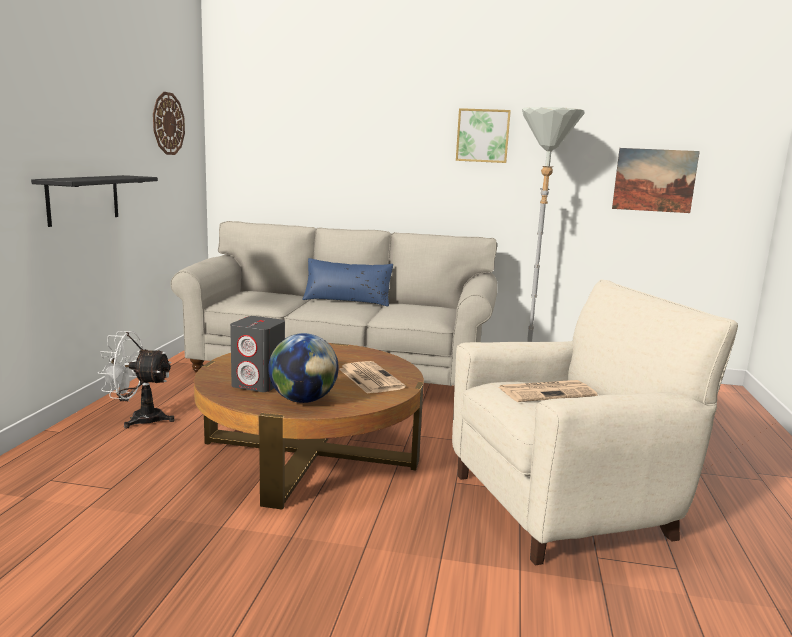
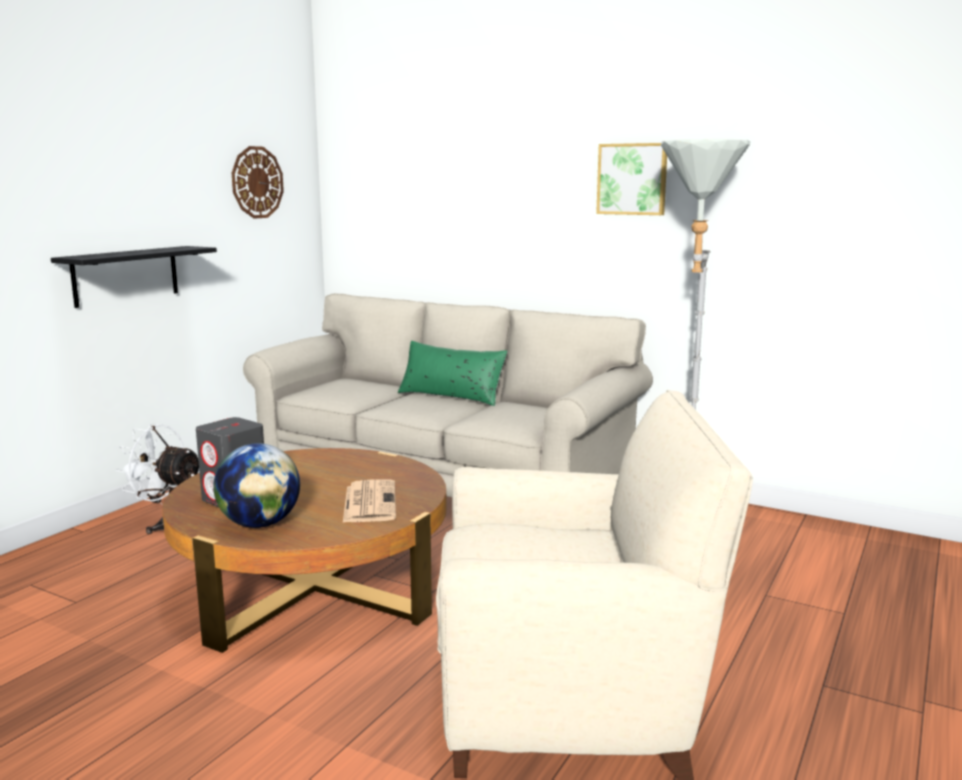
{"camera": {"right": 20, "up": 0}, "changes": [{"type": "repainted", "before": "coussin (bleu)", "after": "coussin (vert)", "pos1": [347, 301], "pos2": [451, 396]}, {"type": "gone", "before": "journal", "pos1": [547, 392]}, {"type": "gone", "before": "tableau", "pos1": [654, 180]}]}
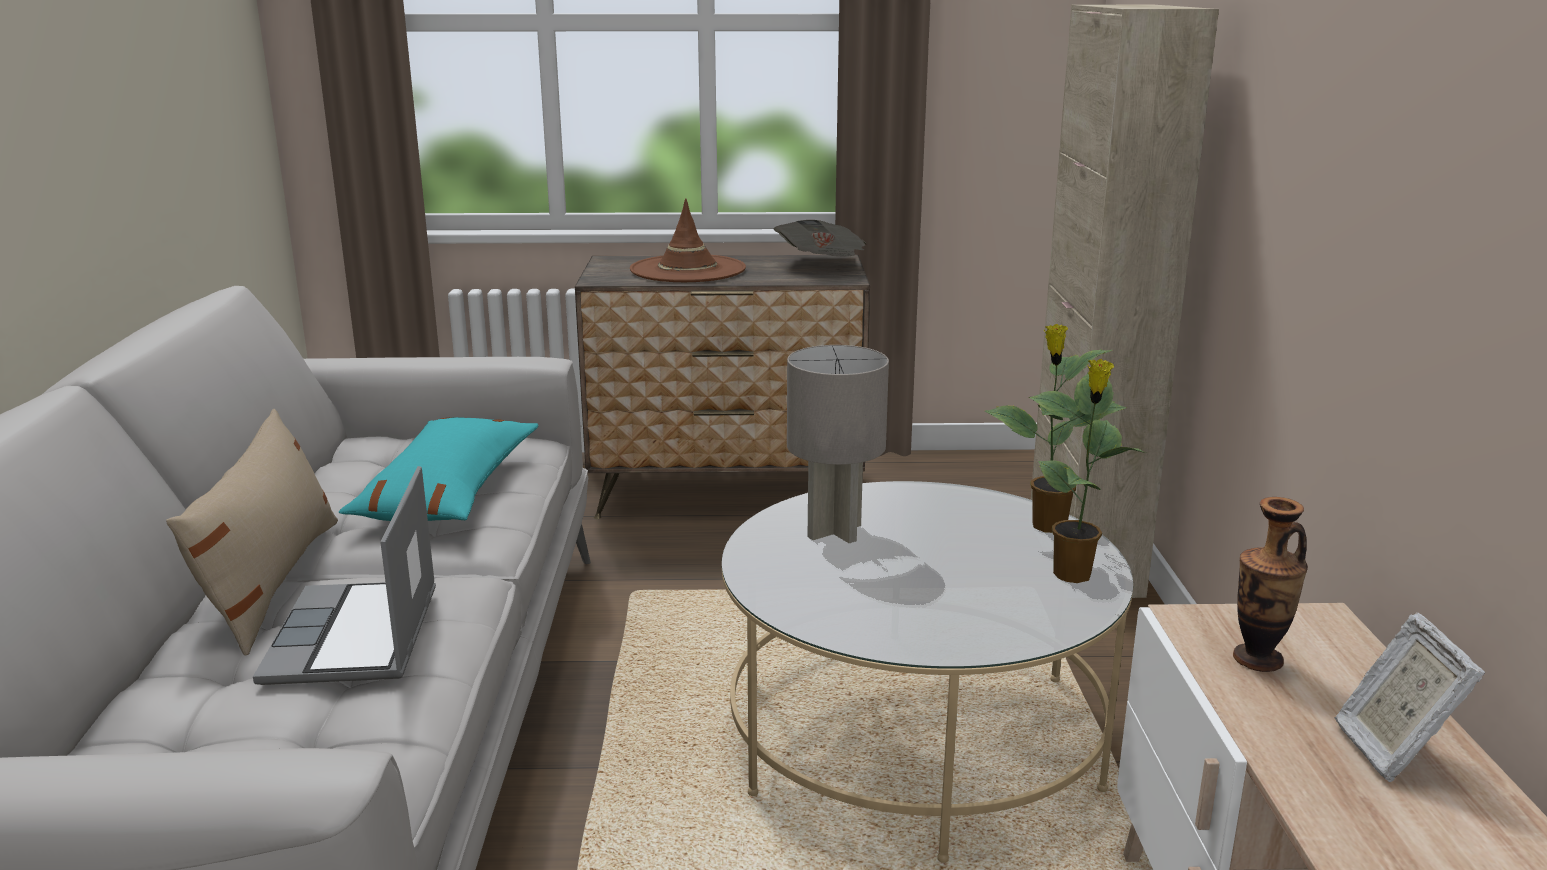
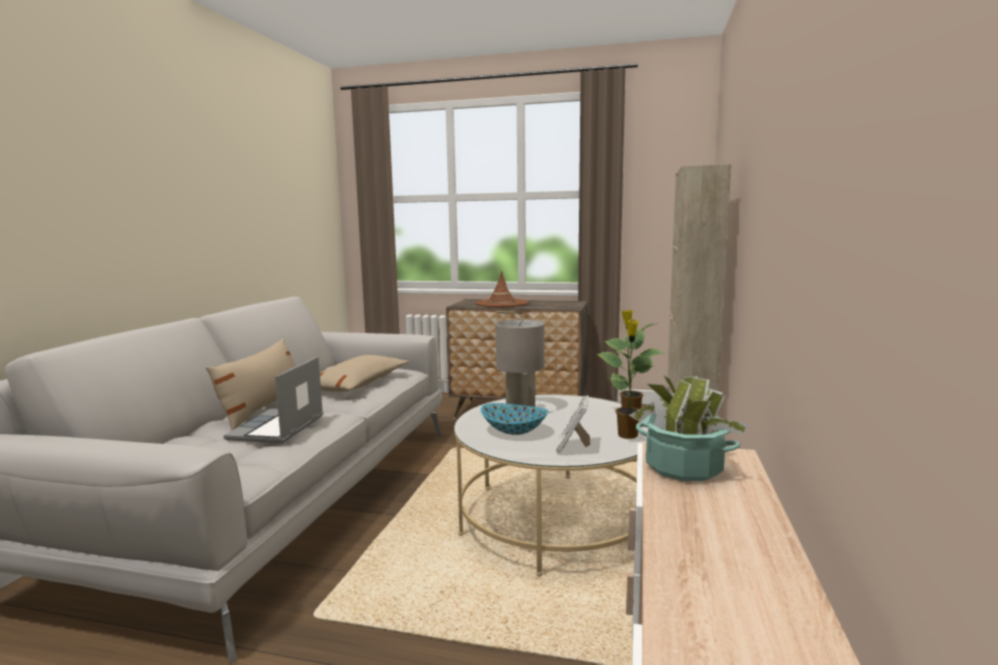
{"camera": {"right": 15, "up": -10}, "changes": [{"type": "repainted", "before": "coussin (turquoise)", "after": "coussin (beige)", "pos1": [448, 492], "pos2": [358, 384]}, {"type": "gone", "before": "journal", "pos1": [822, 265]}, {"type": "swapped", "before": "vase", "after": "plante en pot", "pos1": [1257, 659], "pos2": [684, 467]}, {"type": "shifted", "before": "cadre photo", "pos1": [1391, 750], "pos2": [573, 447]}, {"type": "new", "after": "bol", "pos2": [514, 431]}]}
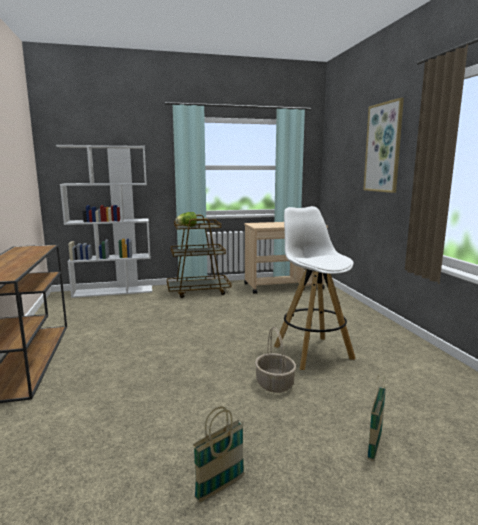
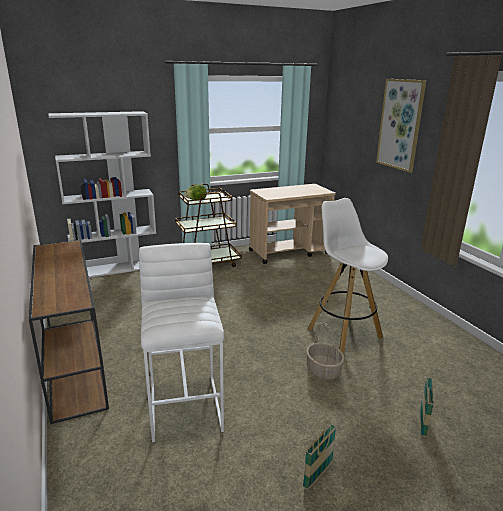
{"camera": {"right": -10, "up": 10}, "changes": [{"type": "new", "after": "tabouret (blanc)", "pos2": [186, 405]}]}
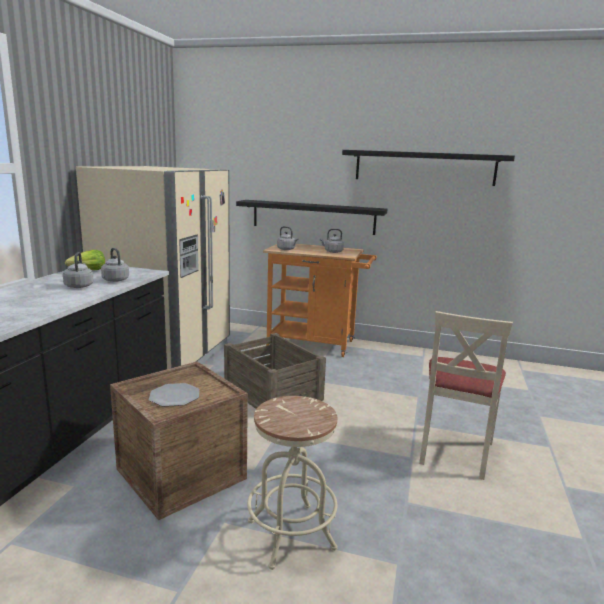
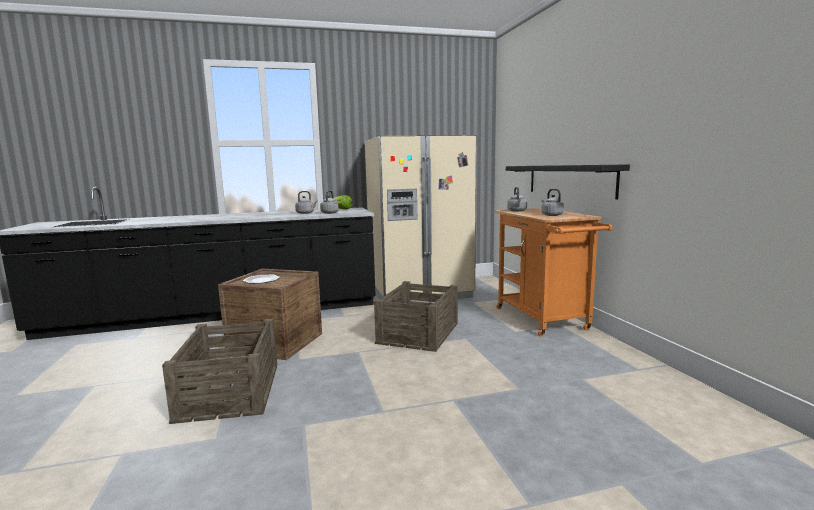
{"camera": {"right": 60, "up": -5}, "changes": [{"type": "swapped", "before": "tabouret (beige)", "after": "caisse", "pos1": [291, 535], "pos2": [231, 390]}, {"type": "gone", "before": "étagère (noir)", "pos1": [424, 167]}, {"type": "gone", "before": "chaise (beige)", "pos1": [454, 451]}]}
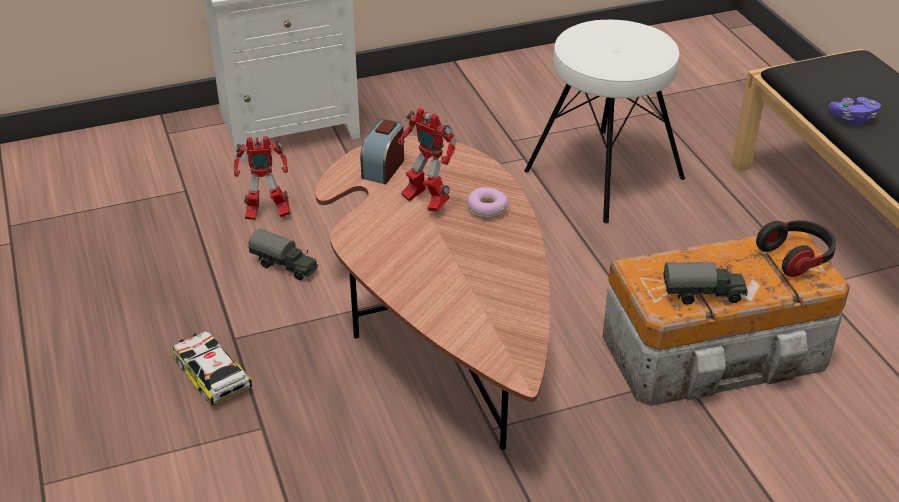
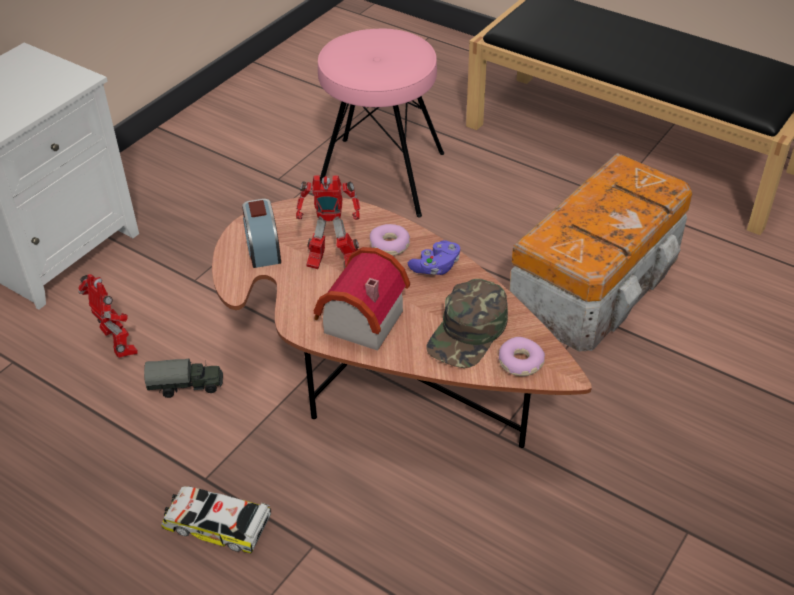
{"camera": {"right": -35, "up": 5}, "changes": [{"type": "rotated", "before": "robot jouet", "pos1": [266, 214], "pos2": [119, 346], "turn": -90}, {"type": "repainted", "before": "tabouret (blanc)", "after": "tabouret (rose)", "pos1": [603, 174], "pos2": [380, 176]}, {"type": "gone", "before": "camion jouet", "pos1": [704, 295]}, {"type": "gone", "before": "casque audio", "pos1": [796, 257]}, {"type": "shifted", "before": "manette (violet)", "pos1": [852, 118], "pos2": [435, 267]}, {"type": "new", "after": "maison miniature", "pos2": [357, 322]}, {"type": "new", "after": "casquette (vert)", "pos2": [468, 332]}, {"type": "new", "after": "beignet", "pos2": [520, 362]}]}
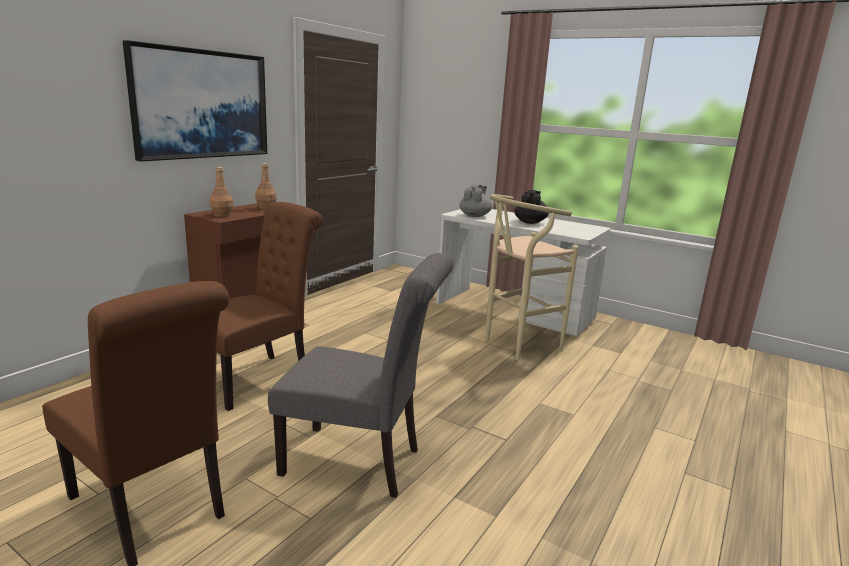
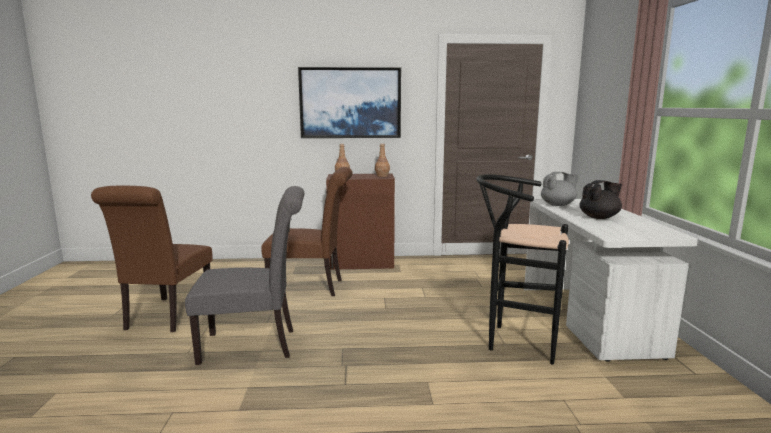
{"camera": {"right": 55, "up": -5}, "changes": [{"type": "rotated", "before": "chaise (gris)", "pos1": [360, 462], "pos2": [255, 345], "turn": -75}, {"type": "repainted", "before": "tabouret (beige)", "after": "tabouret (noir)", "pos1": [516, 346], "pos2": [515, 341]}]}
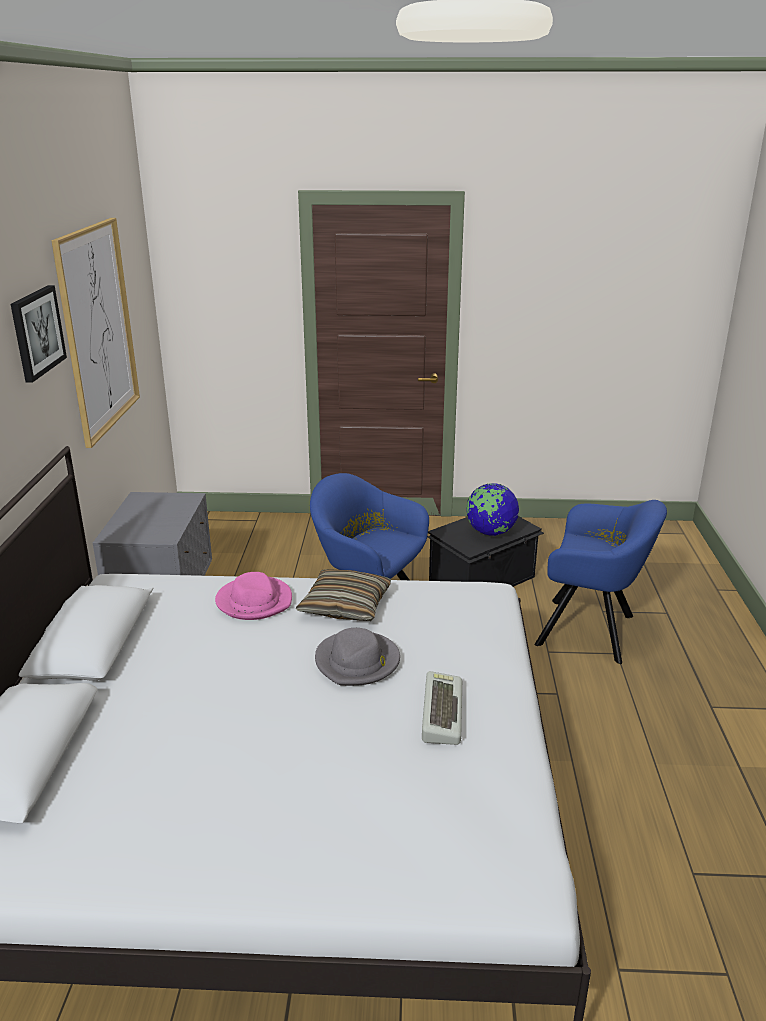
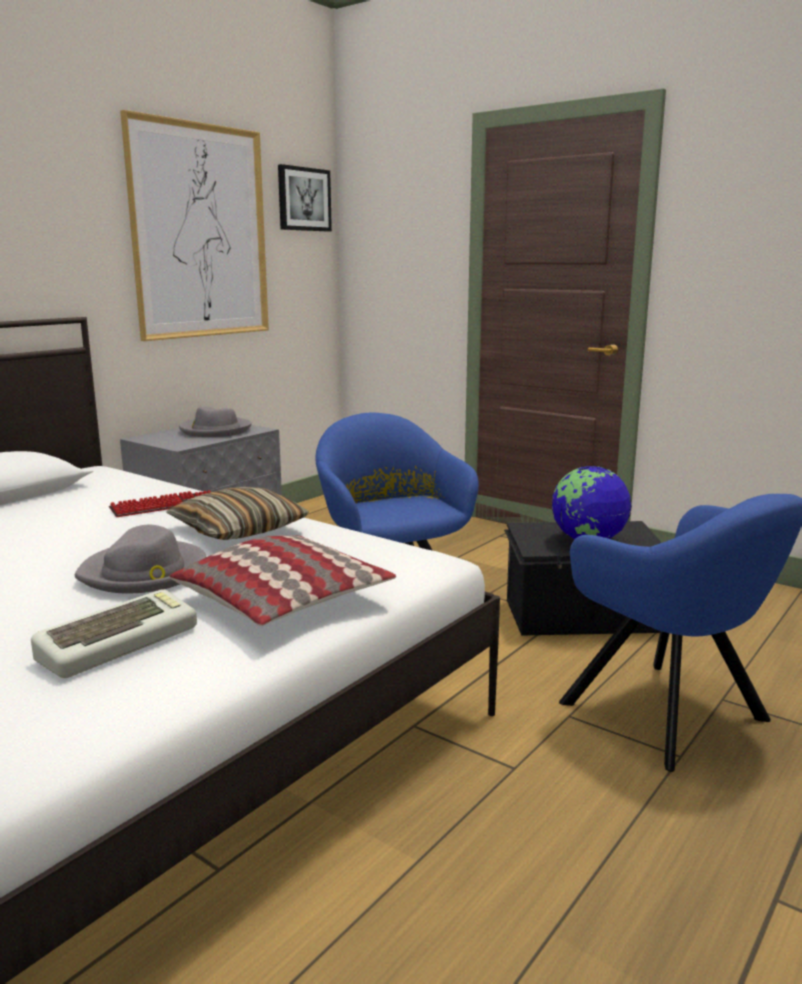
{"camera": {"right": 35, "up": -10}, "changes": [{"type": "shifted", "before": "tableau", "pos1": [37, 332], "pos2": [303, 199]}, {"type": "swapped", "before": "chapeau (rose)", "after": "clavier", "pos1": [254, 601], "pos2": [165, 506]}, {"type": "new", "after": "coussin", "pos2": [285, 601]}, {"type": "new", "after": "chapeau (gris)", "pos2": [215, 430]}]}
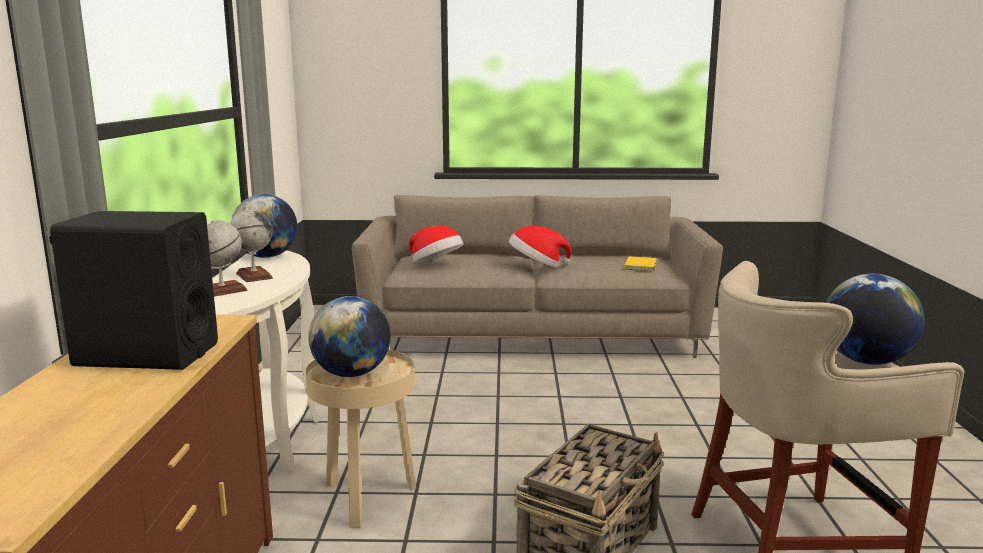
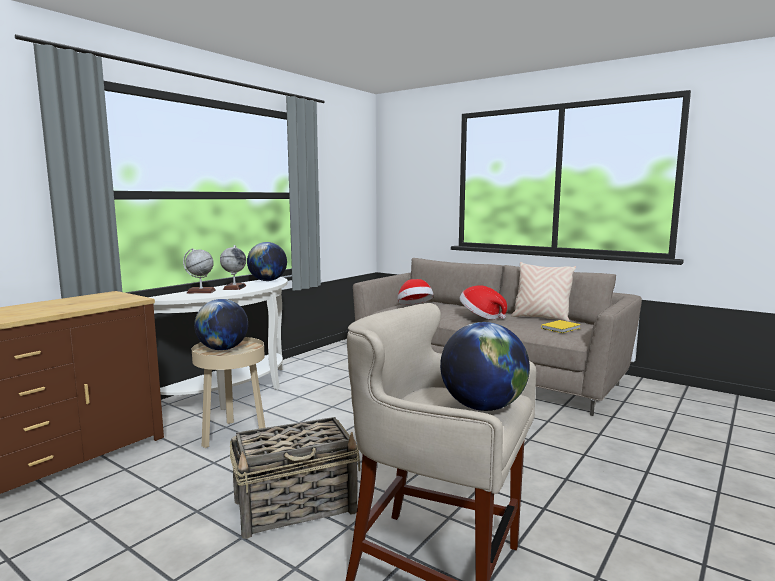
{"camera": {"right": 35, "up": -5}, "changes": [{"type": "gone", "before": "enceinte (noir)", "pos1": [146, 354]}, {"type": "new", "after": "coussin (beige)", "pos2": [541, 318]}]}
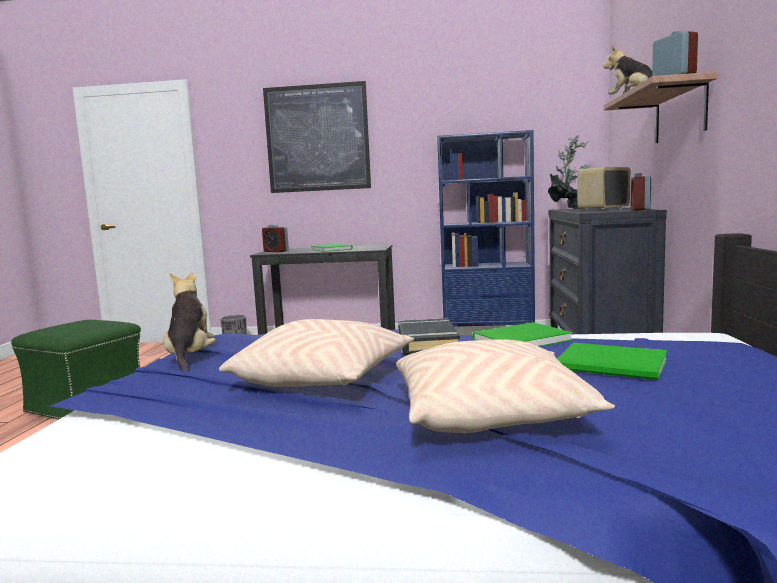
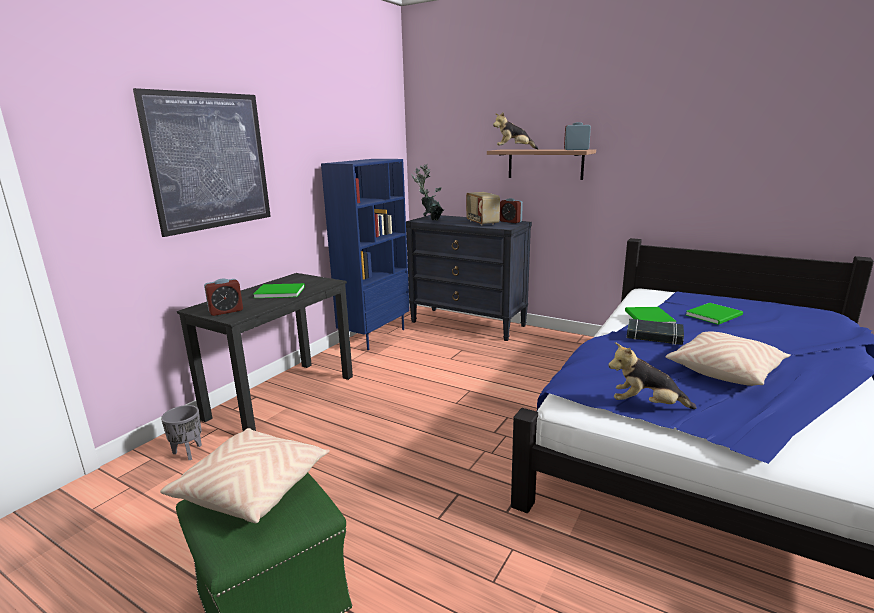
{"camera": {"right": -65, "up": 10}, "changes": [{"type": "shifted", "before": "coussin (beige)", "pos1": [491, 415], "pos2": [253, 488]}]}
